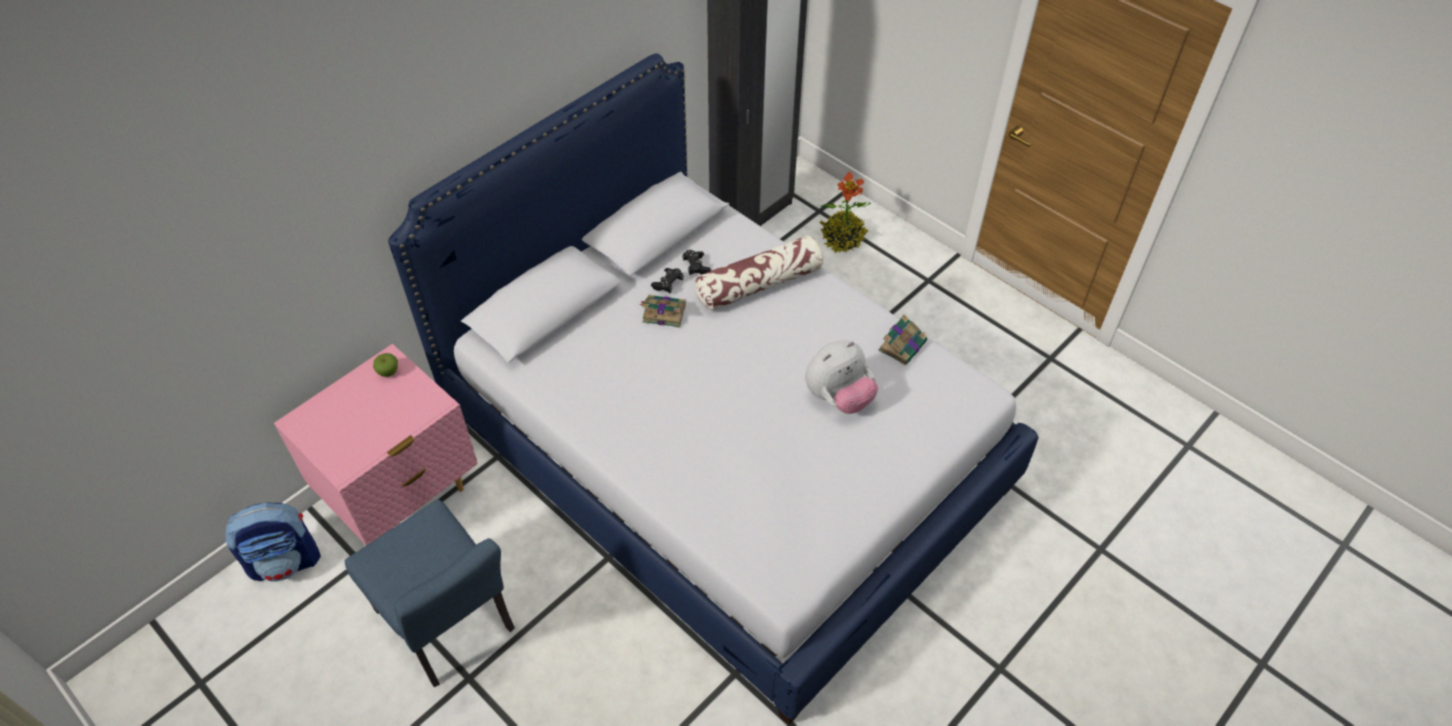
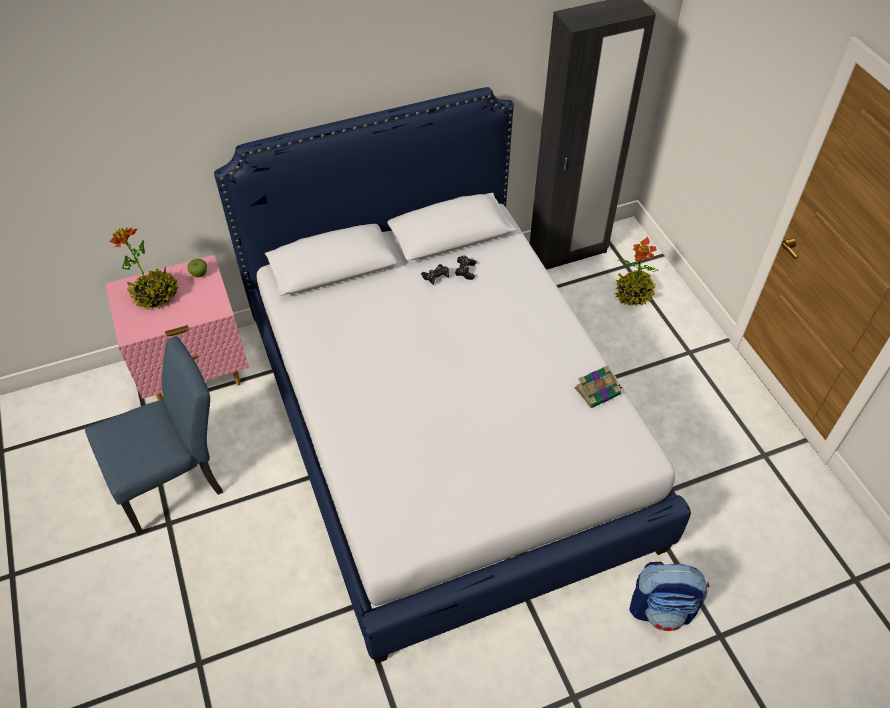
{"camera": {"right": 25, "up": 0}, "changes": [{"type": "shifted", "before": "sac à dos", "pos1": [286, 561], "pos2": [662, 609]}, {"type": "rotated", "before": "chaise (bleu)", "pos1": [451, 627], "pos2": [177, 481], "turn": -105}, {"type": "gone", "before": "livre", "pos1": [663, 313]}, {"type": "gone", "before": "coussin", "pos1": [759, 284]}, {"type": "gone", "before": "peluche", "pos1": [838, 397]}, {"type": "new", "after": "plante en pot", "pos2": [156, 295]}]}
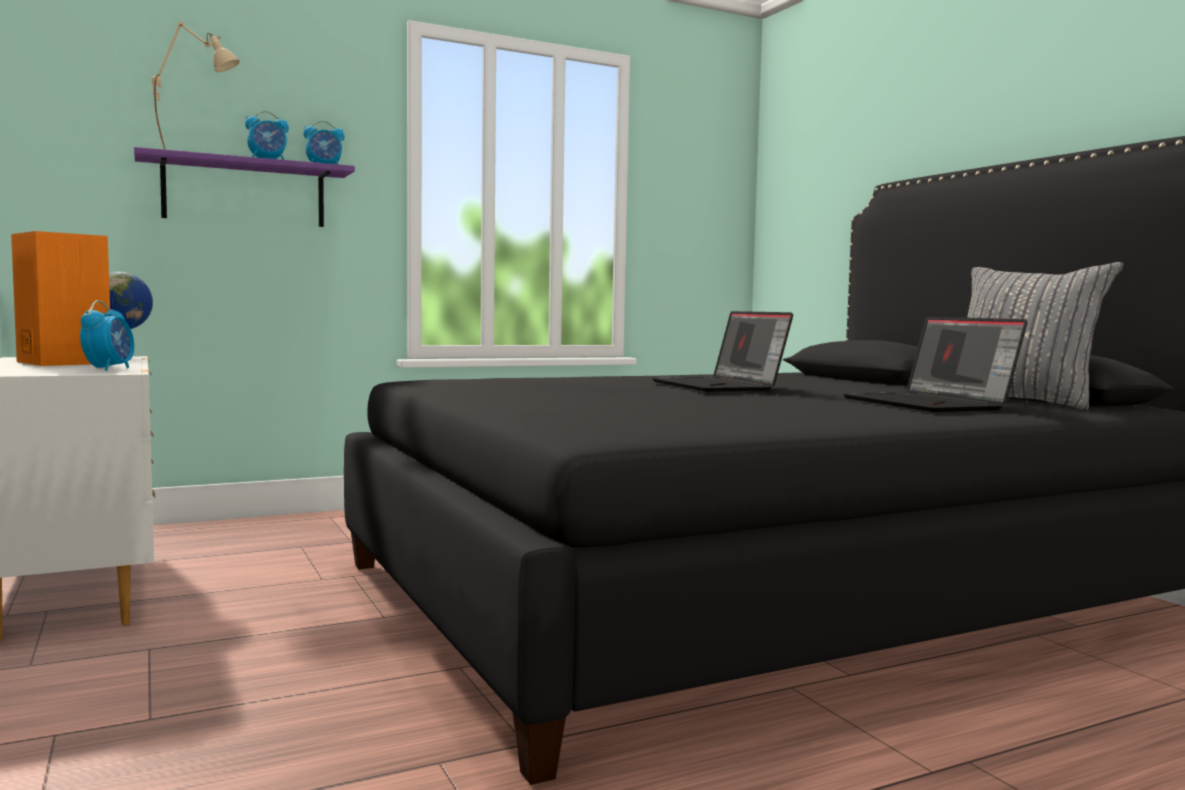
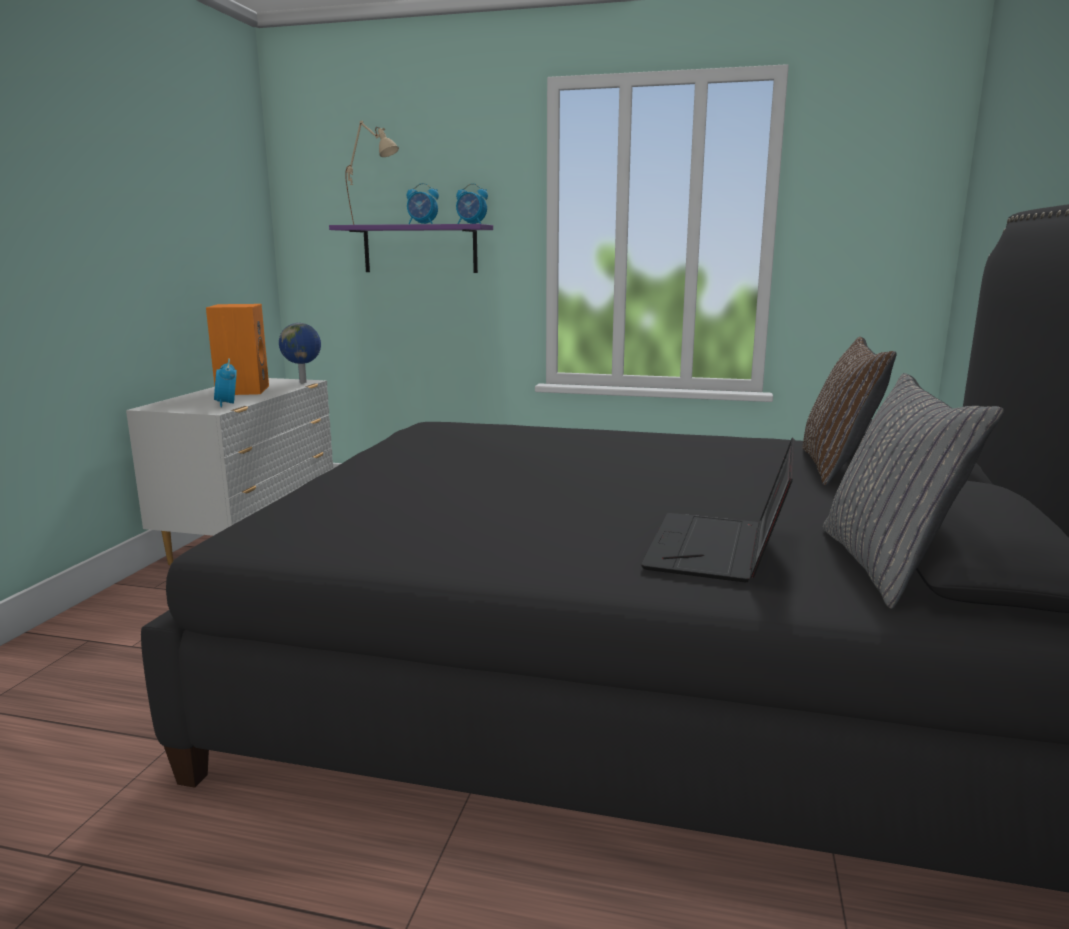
{"camera": {"right": 40, "up": 10}, "changes": [{"type": "rotated", "before": "réveil", "pos1": [109, 369], "pos2": [227, 404], "turn": 120}, {"type": "gone", "before": "ordinateur portable", "pos1": [720, 387]}, {"type": "new", "after": "coussin (marron)", "pos2": [837, 467]}]}
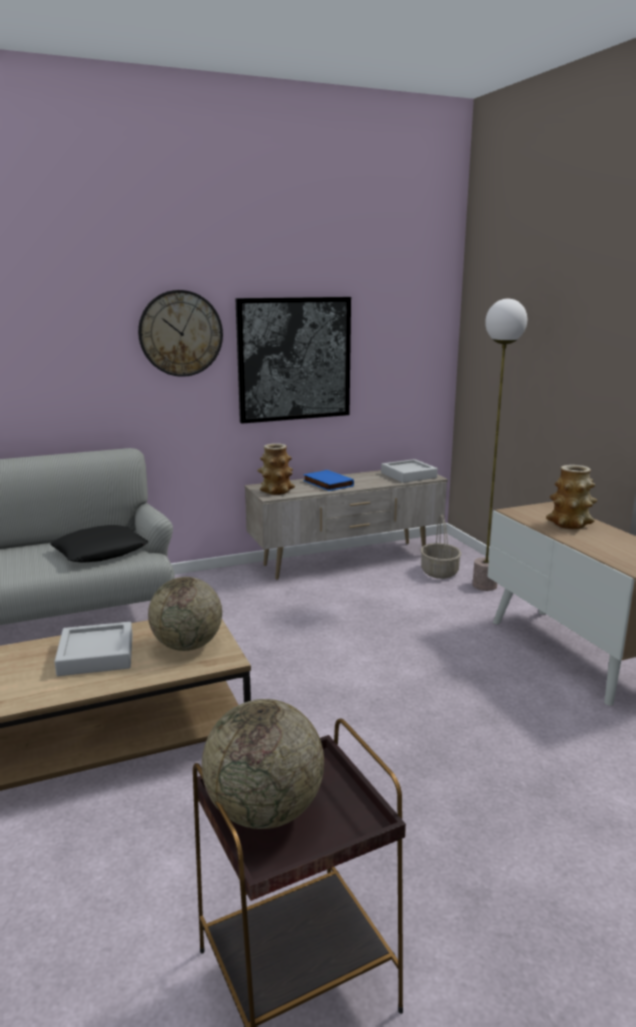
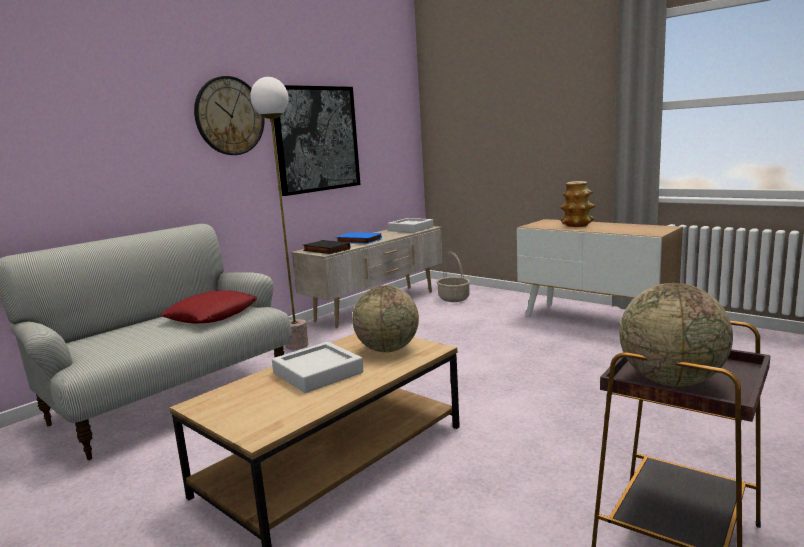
{"camera": {"right": -25, "up": -5}, "changes": [{"type": "repainted", "before": "coussin (noir)", "after": "coussin (rouge)", "pos1": [100, 552], "pos2": [212, 315]}, {"type": "swapped", "before": "vase", "after": "livre (noir)", "pos1": [276, 491], "pos2": [325, 250]}, {"type": "shifted", "before": "lampadaire", "pos1": [484, 586], "pos2": [297, 345]}]}
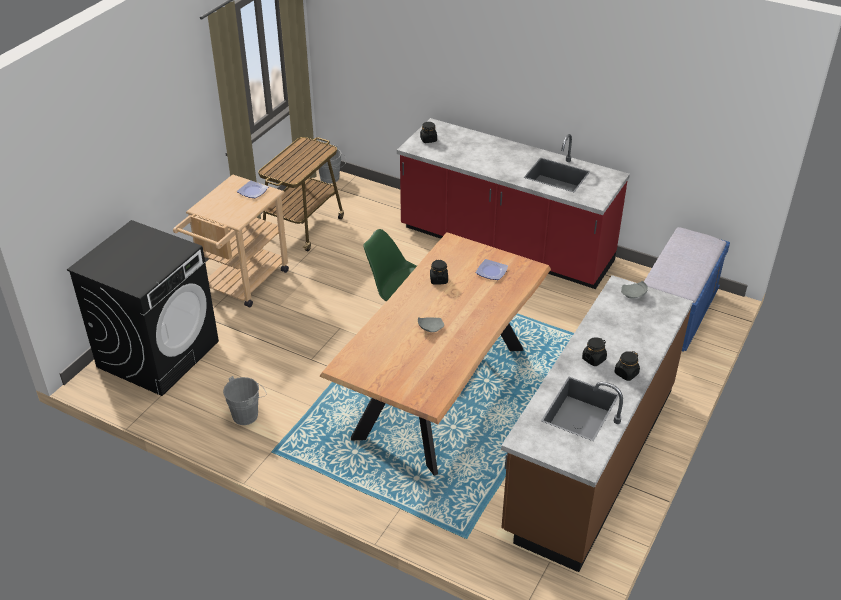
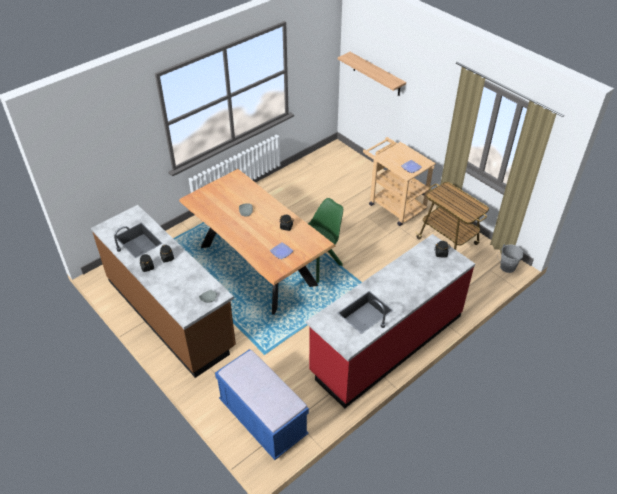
{"camera": {"right": 110, "up": 5}, "changes": [{"type": "gone", "before": "lave-linge (noir)", "pos1": [158, 353]}, {"type": "gone", "before": "seau (gris)", "pos1": [248, 414]}, {"type": "new", "after": "étagère", "pos2": [376, 74]}]}
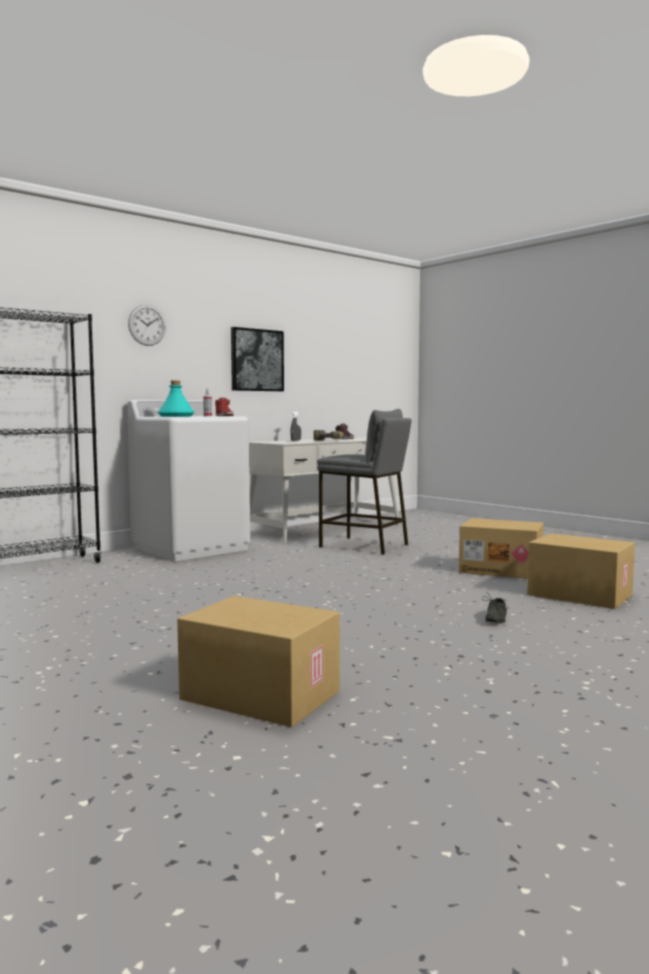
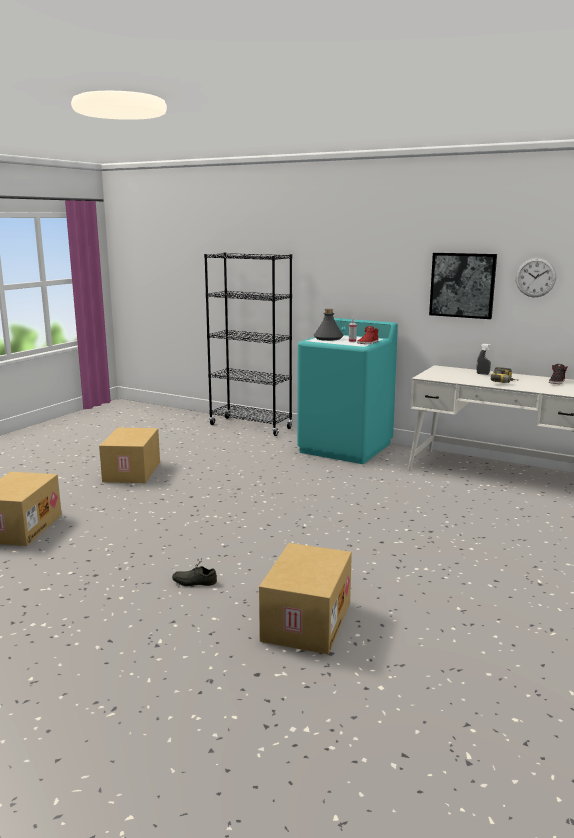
{"camera": {"right": 70, "up": 10}, "changes": [{"type": "repainted", "before": "lave-linge (blanc)", "after": "lave-linge (turquoise)", "pos1": [191, 548], "pos2": [346, 448]}, {"type": "shifted", "before": "horloge murale", "pos1": [147, 325], "pos2": [535, 277]}, {"type": "repainted", "before": "bouteille (turquoise)", "after": "bouteille (gris)", "pos1": [176, 416], "pos2": [328, 338]}, {"type": "gone", "before": "tabouret (gris)", "pos1": [364, 546]}, {"type": "shifted", "before": "carton", "pos1": [501, 570], "pos2": [133, 472]}]}
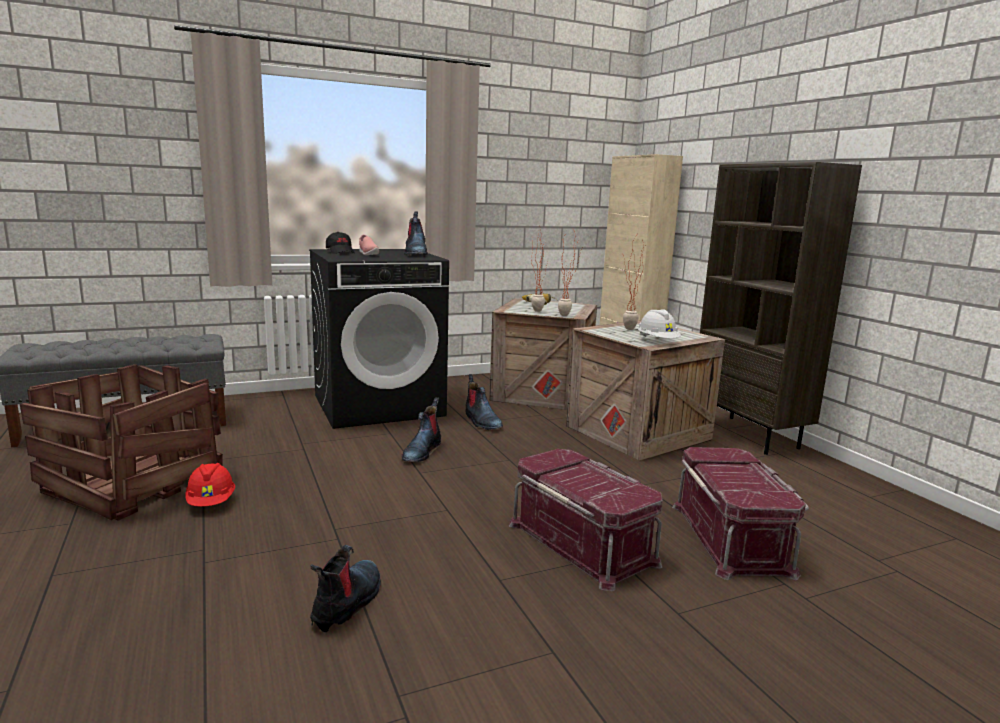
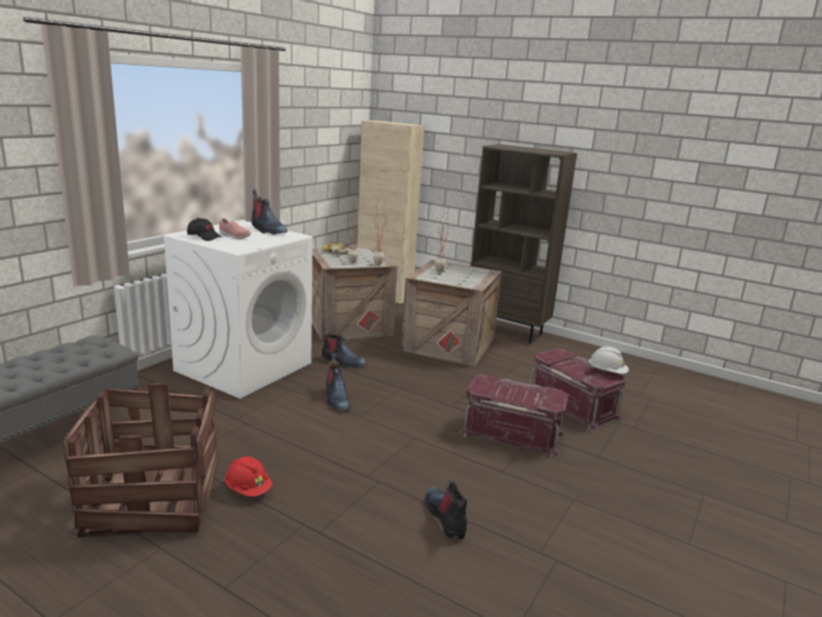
{"camera": {"right": -35, "up": 5}, "changes": [{"type": "repainted", "before": "lave-linge (noir)", "after": "lave-linge (blanc)", "pos1": [379, 405], "pos2": [244, 366]}, {"type": "shifted", "before": "casque de chantier (blanc)", "pos1": [657, 341], "pos2": [607, 372]}]}
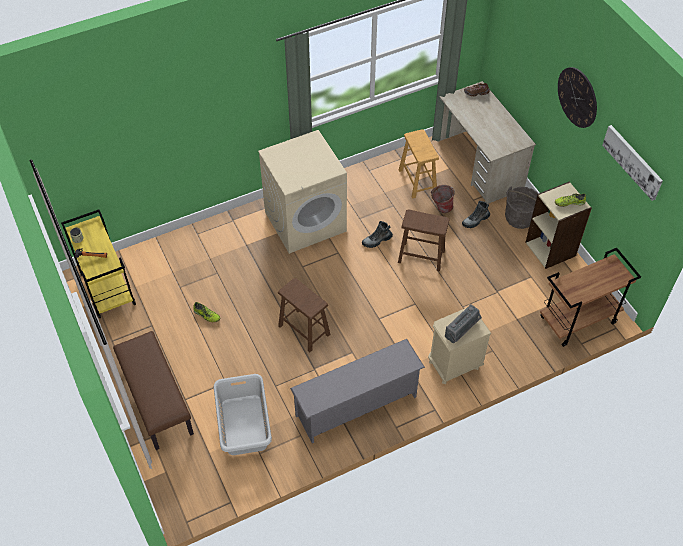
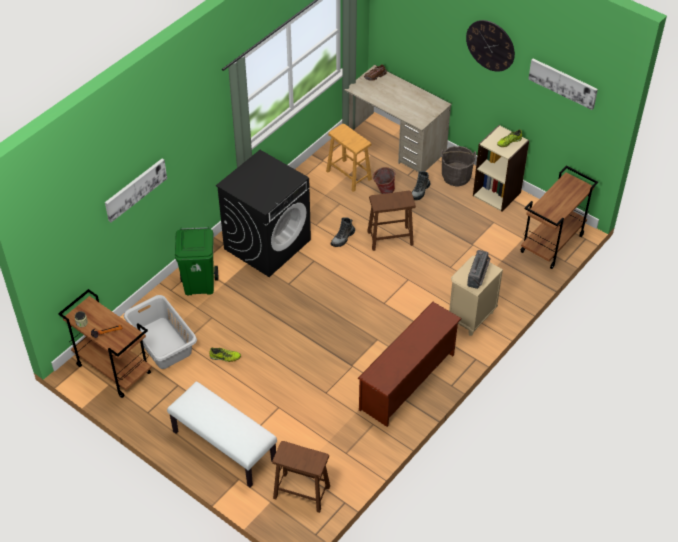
{"camera": {"right": -25, "up": -5}, "changes": [{"type": "repainted", "before": "chariot (jaune)", "after": "chariot (marron)", "pos1": [107, 288], "pos2": [112, 369]}, {"type": "repainted", "before": "banc (marron)", "after": "banc (blanc)", "pos1": [156, 400], "pos2": [223, 447]}, {"type": "shifted", "before": "panier à linge (gris)", "pos1": [243, 425], "pos2": [162, 343]}, {"type": "repainted", "before": "lave-linge (beige)", "after": "lave-linge (noir)", "pos1": [305, 221], "pos2": [267, 244]}, {"type": "shifted", "before": "tabouret (marron)", "pos1": [304, 330], "pos2": [301, 492]}, {"type": "repainted", "before": "étagère à chaussures (gris)", "after": "étagère à chaussures (marron)", "pos1": [357, 407], "pos2": [408, 382]}, {"type": "new", "after": "tableau", "pos2": [135, 189]}, {"type": "new", "after": "poubelle (vert)", "pos2": [200, 285]}]}
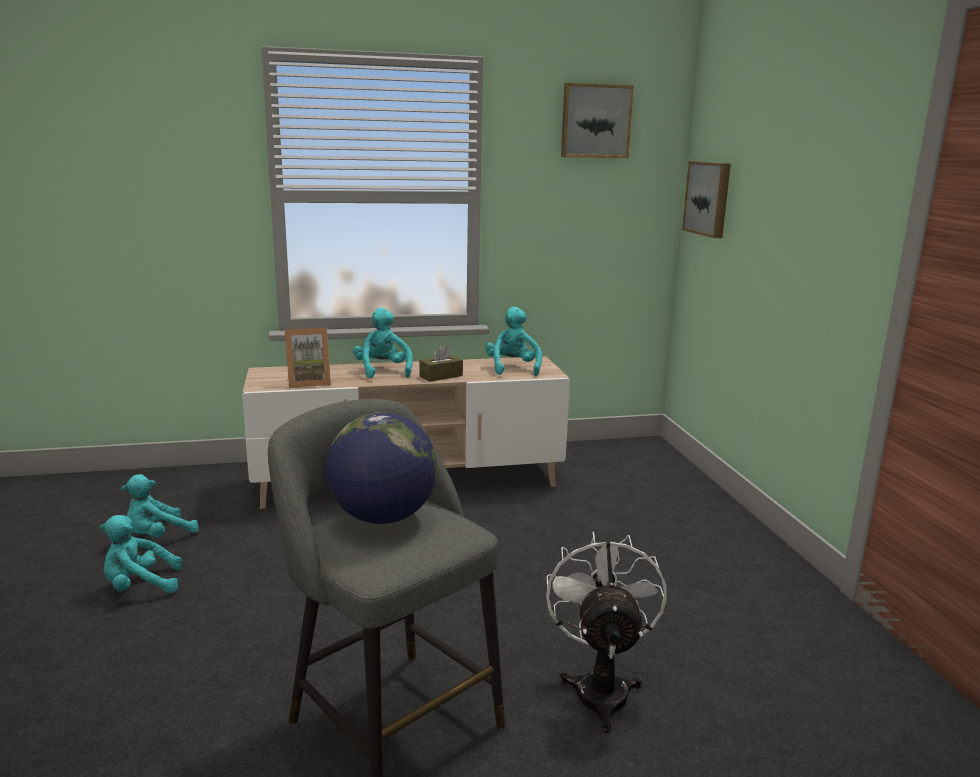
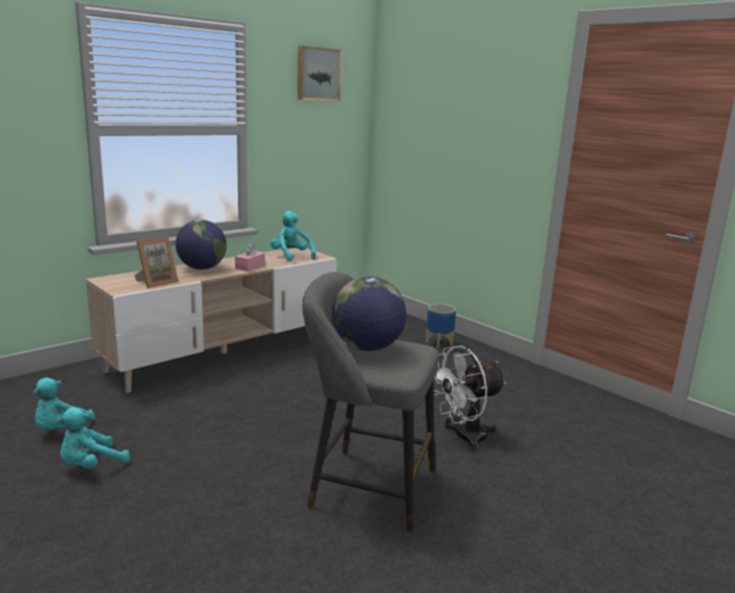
{"camera": {"right": -30, "up": 0}, "changes": [{"type": "swapped", "before": "peluche (turquoise)", "after": "globe", "pos1": [382, 371], "pos2": [202, 268]}, {"type": "repainted", "before": "boîte à mouchoirs (marron)", "after": "boîte à mouchoirs (rose)", "pos1": [441, 376], "pos2": [250, 267]}, {"type": "rotated", "before": "ventilateur (blanc)", "pos1": [600, 688], "pos2": [463, 438], "turn": -90}, {"type": "gone", "before": "tableau", "pos1": [709, 198]}, {"type": "new", "after": "cache-pot", "pos2": [439, 344]}]}
